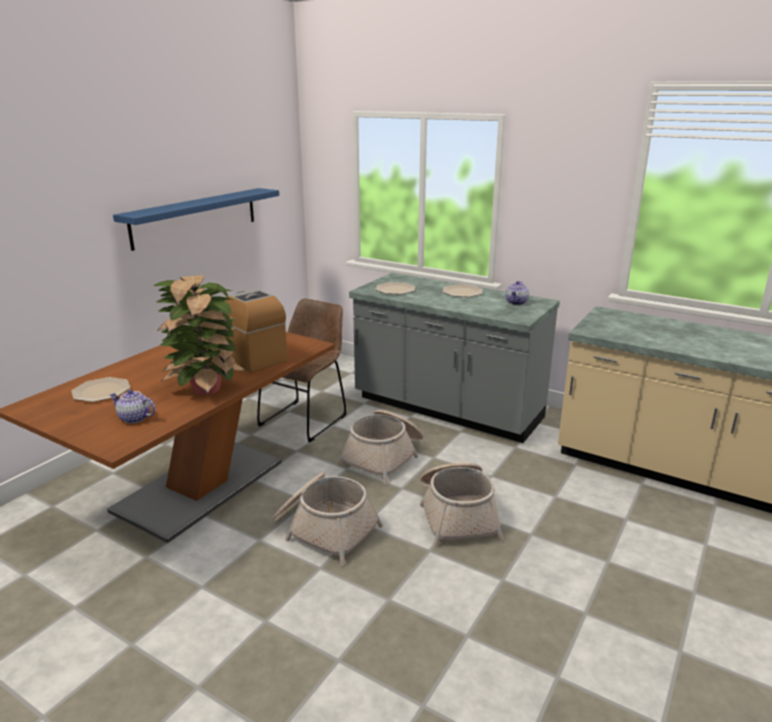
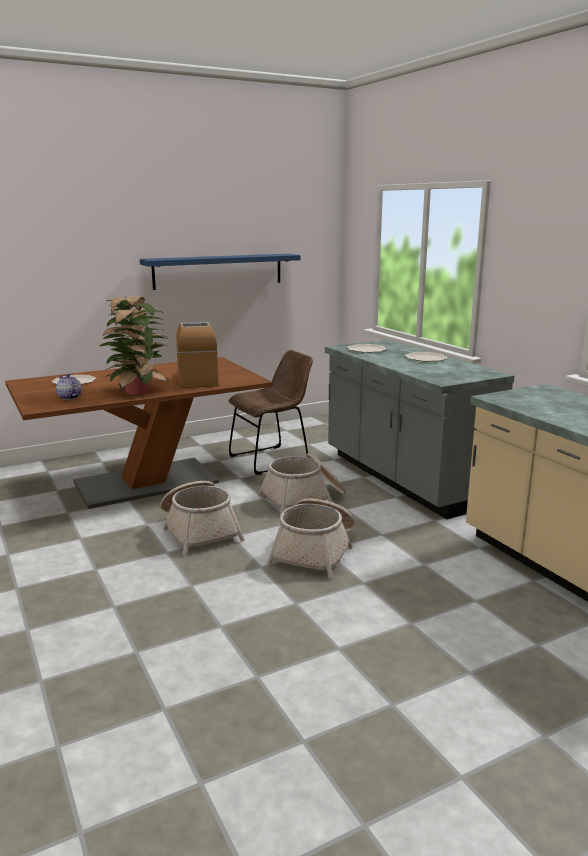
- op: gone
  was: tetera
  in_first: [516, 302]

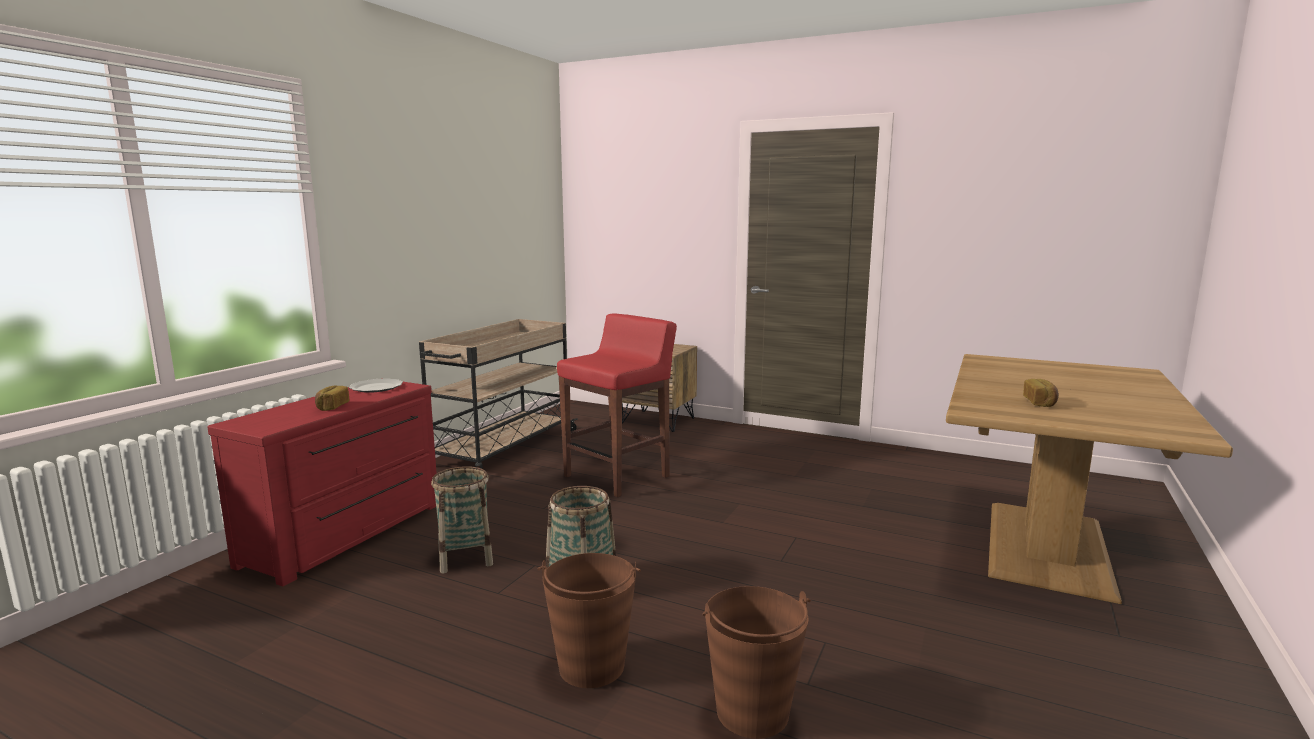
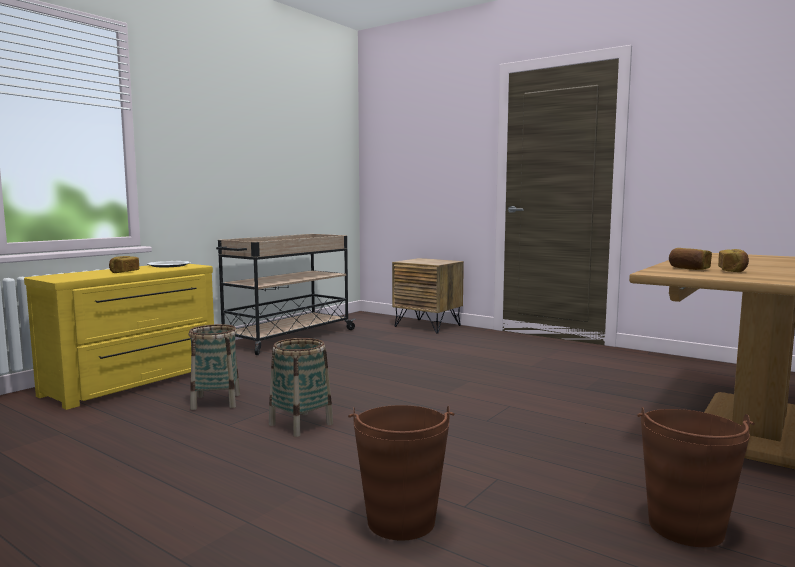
- op: gone
  was: taburete [rojo]
  in_first: [618, 476]
- op: repainted
  was: cómoda [rojo]
  now: cómoda [amarillo]
  in_first: [348, 534]
  in_second: [135, 382]
- op: shifted
  was: cubo [marrón]
  in_first: [591, 667]
  in_second: [685, 528]
- op: new
  now: pan
  in_second: [688, 268]

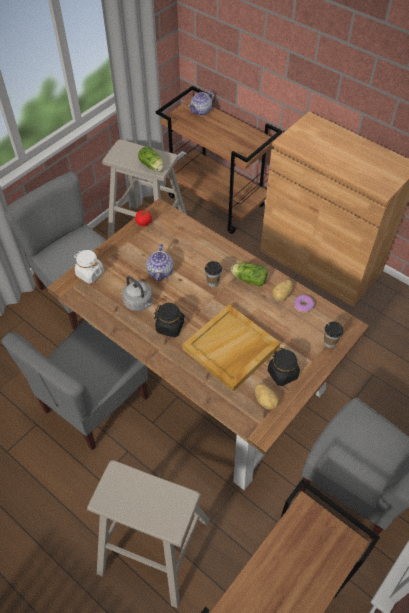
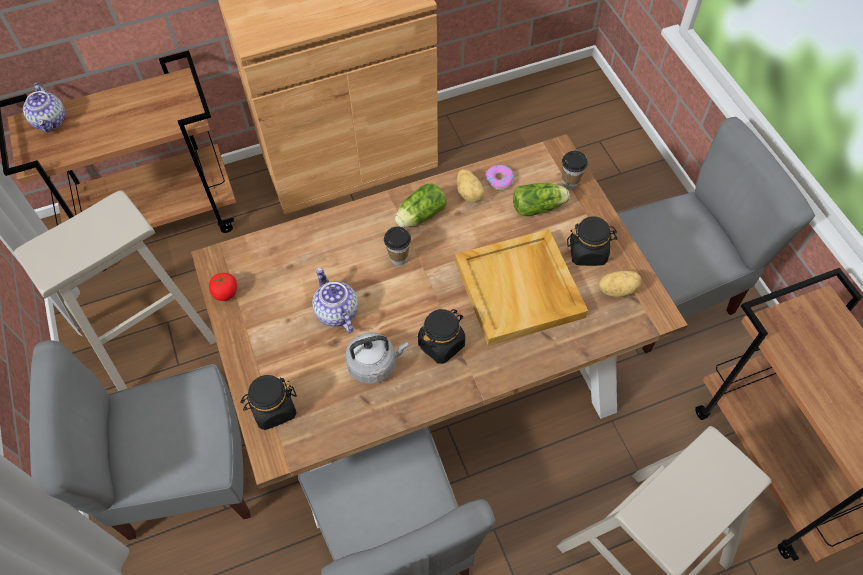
- op: shifted
  was: lechuga
  in_first: [152, 166]
  in_second: [540, 207]
- op: rotated
  was: tetera
  in_first: [161, 272]
  in_second: [336, 312]
  clockwise: -150
- op: repainted
  was: tarro [blanco]
  now: tarro [negro]
  in_first: [90, 274]
  in_second: [273, 409]

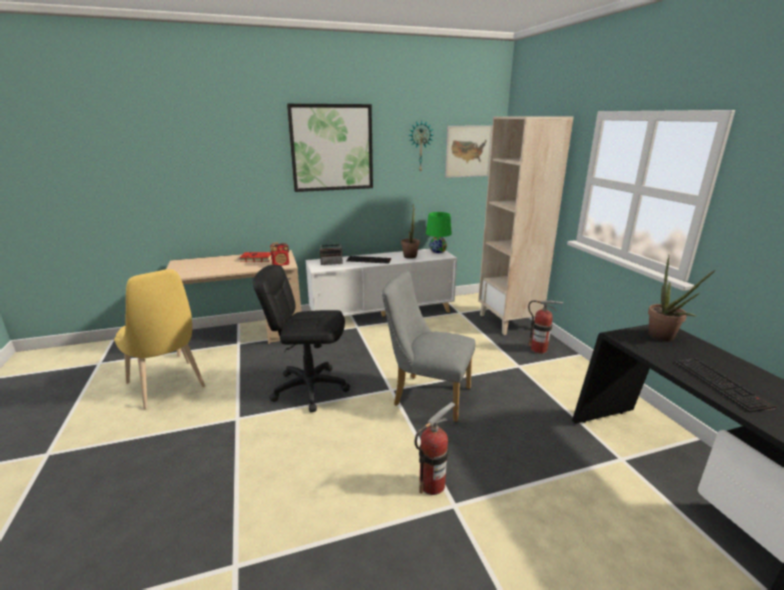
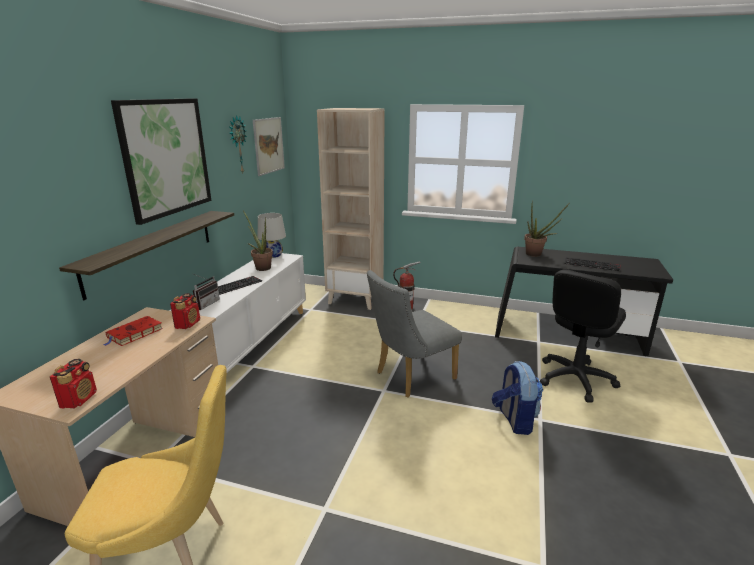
- op: repainted
  was: lámpara de mesa [verde]
  now: lámpara de mesa [blanco]
  in_first: [438, 251]
  in_second: [273, 255]
- op: shifted
  was: silla de oficina [negro]
  in_first: [310, 388]
  in_second: [575, 379]
- op: swapped
  was: extintor
  now: mochila
  in_first: [432, 484]
  in_second: [514, 420]
- op: new
  now: estante
  in_second: [152, 250]
- op: new
  now: radio
  in_second: [79, 399]

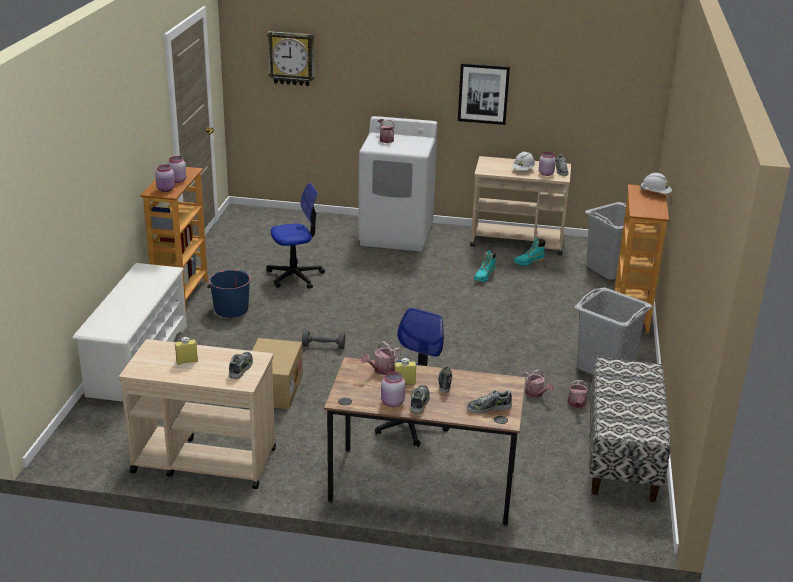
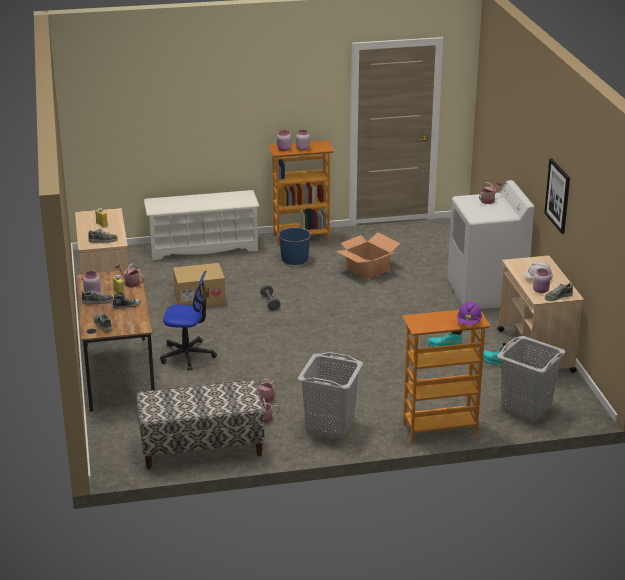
- op: gone
  was: reloj de pared
  in_first: [292, 58]
- op: repainted
  was: casco [blanco]
  now: casco [morado]
  in_first: [655, 193]
  in_second: [469, 322]
- op: swapped
  was: silla de oficina
  now: caja de cartón
  in_first: [295, 276]
  in_second: [367, 269]

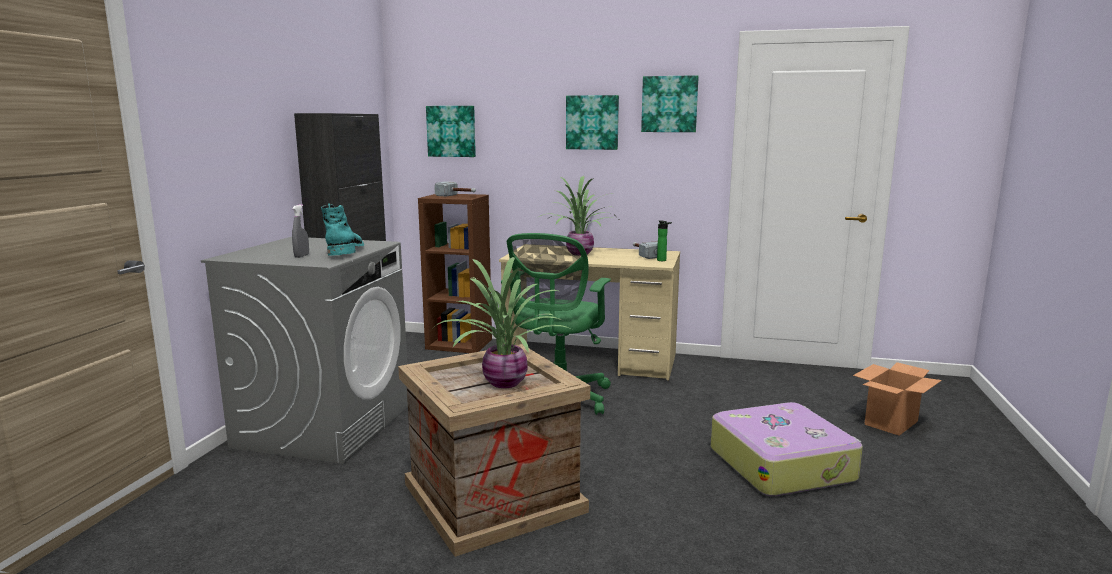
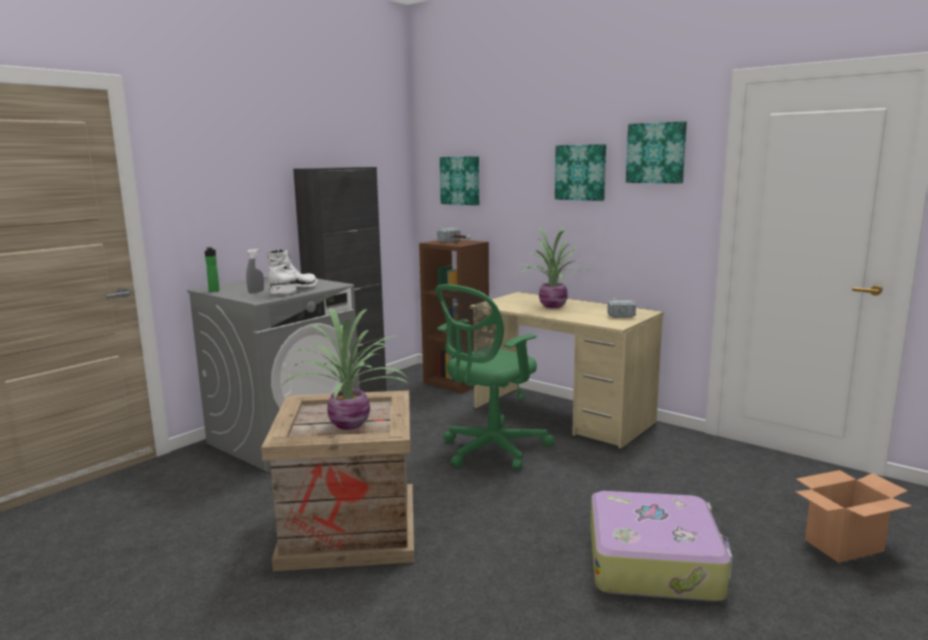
- op: repainted
  was: bota [turquesa]
  now: bota [blanco]
  in_first: [345, 251]
  in_second: [295, 290]
- op: shifted
  was: botella
  in_first: [663, 260]
  in_second: [214, 291]

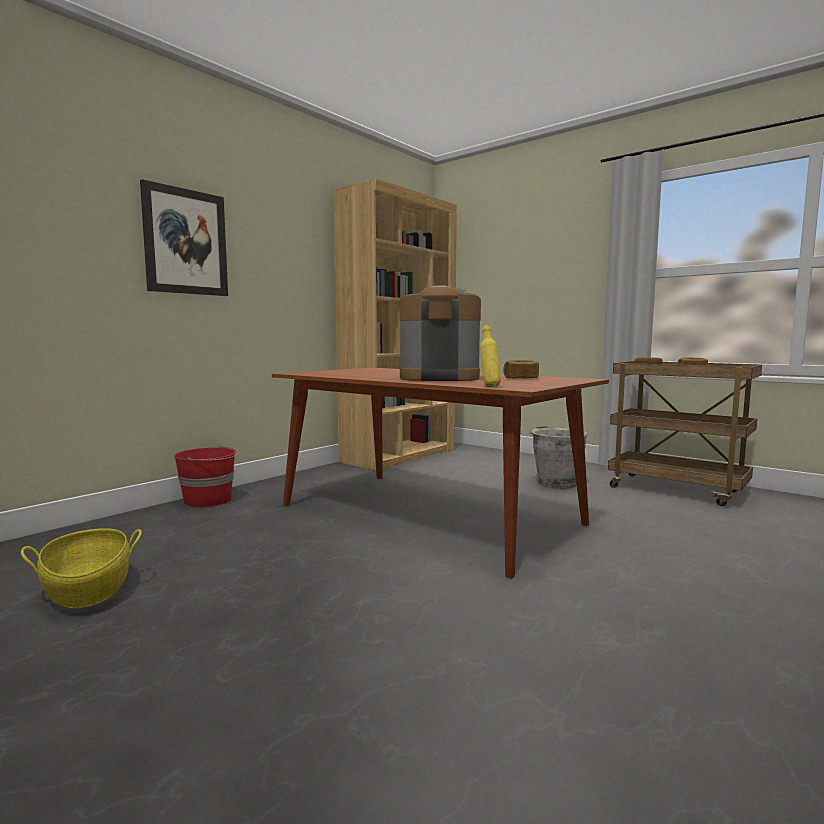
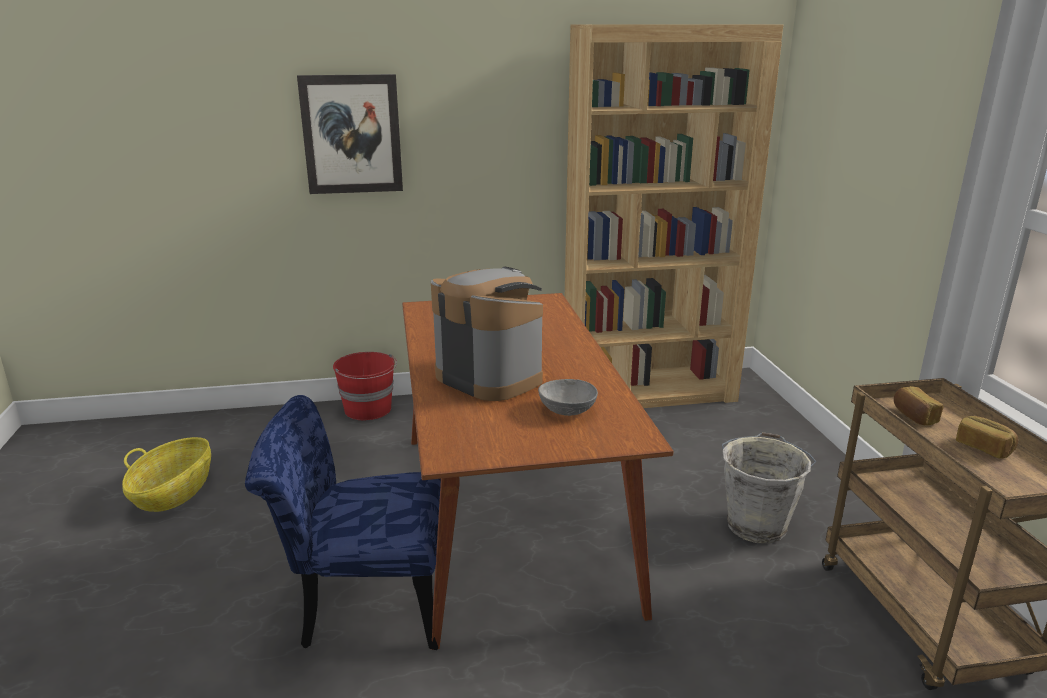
- op: gone
  was: botella [amarillo]
  in_first: [489, 386]
- op: swapped
  was: pan
  now: cuenco [gris]
  in_first: [521, 378]
  in_second: [567, 410]
- op: new
  now: silla [azul]
  in_second: [362, 603]

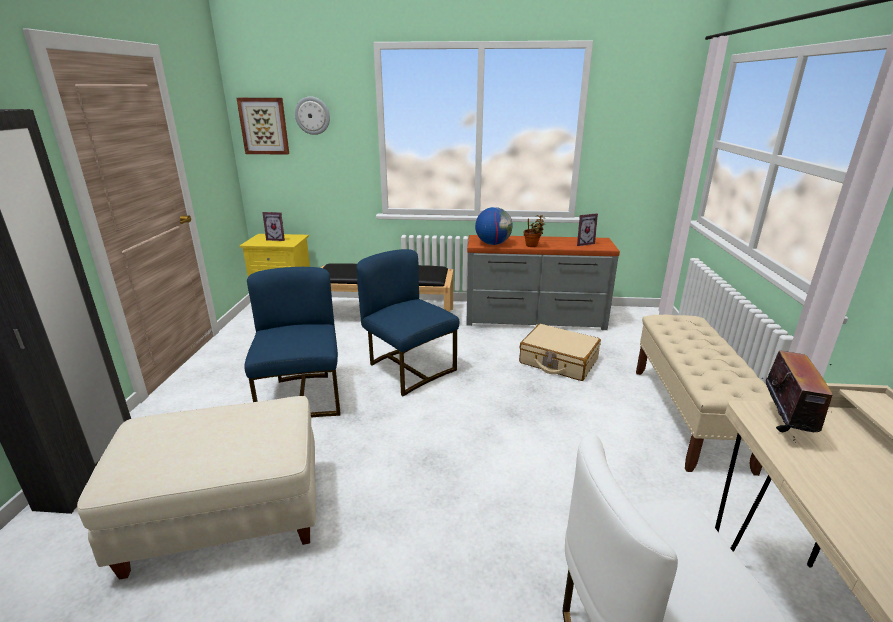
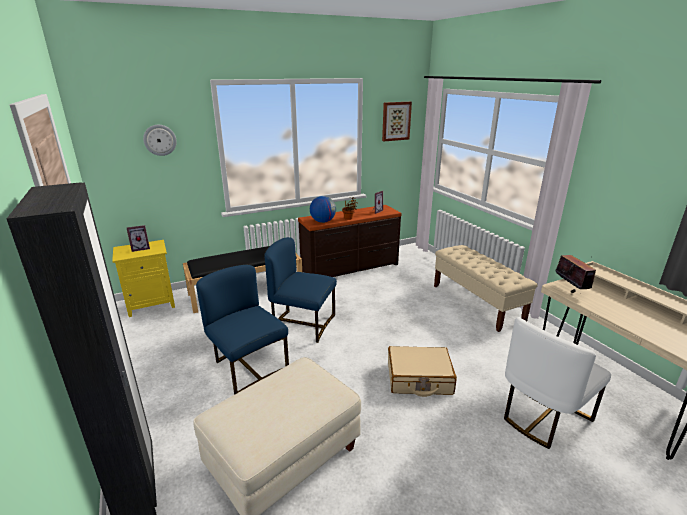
- op: shifted
  was: cuadro
  in_first: [264, 126]
  in_second: [396, 121]
- op: repainted
  was: cómoda [gris]
  now: cómoda [marrón]
  in_first: [534, 319]
  in_second: [350, 268]
- op: shifted
  was: maleta [beis]
  in_first: [558, 361]
  in_second: [419, 378]

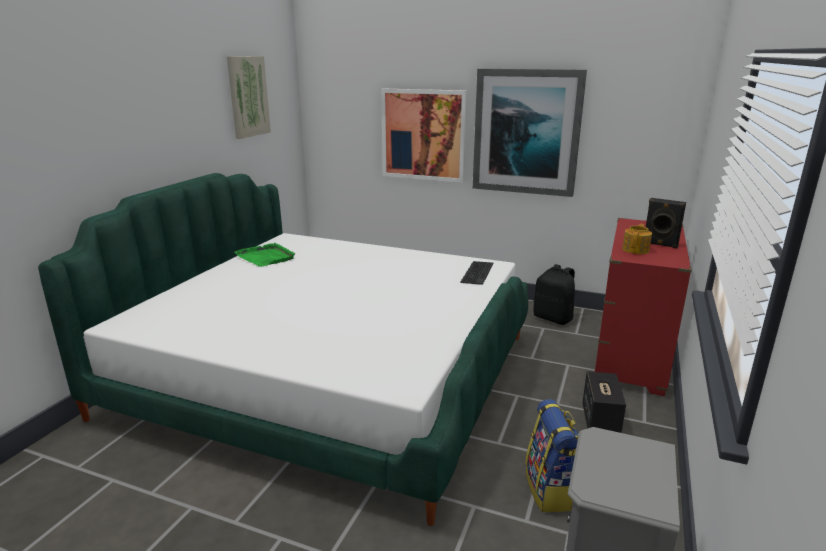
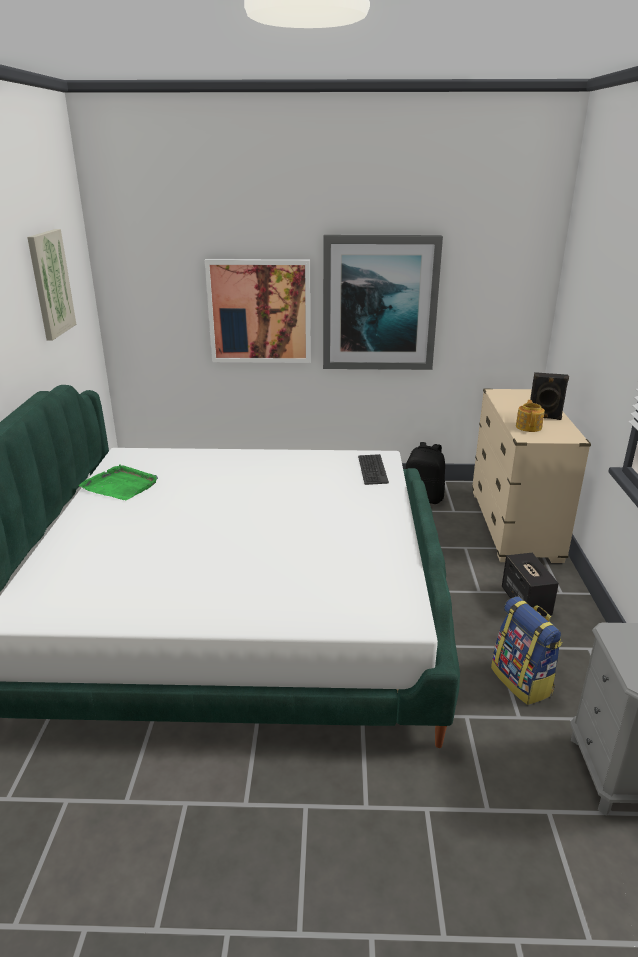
- op: repainted
  was: cómoda [rojo]
  now: cómoda [beis]
  in_first: [631, 355]
  in_second: [514, 525]

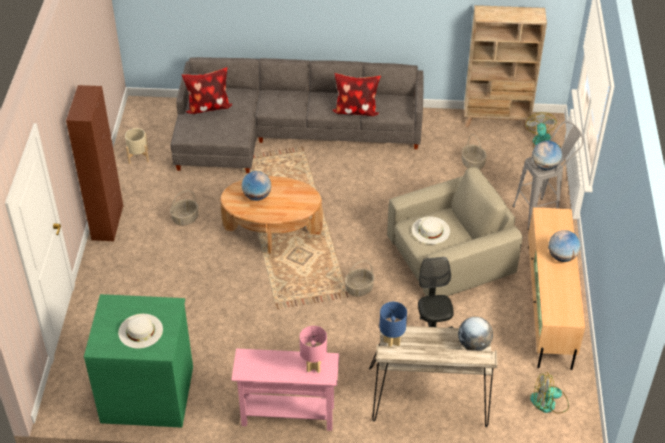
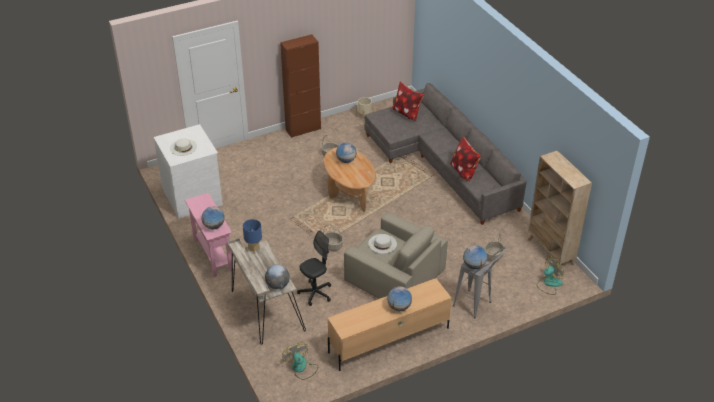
- op: repainted
  was: cómoda [verde]
  now: cómoda [blanco]
  in_first: [148, 393]
  in_second: [193, 196]
- op: swapped
  was: lámpara de mesa [rosa]
  now: globo terráqueo
  in_first: [313, 367]
  in_second: [214, 226]

